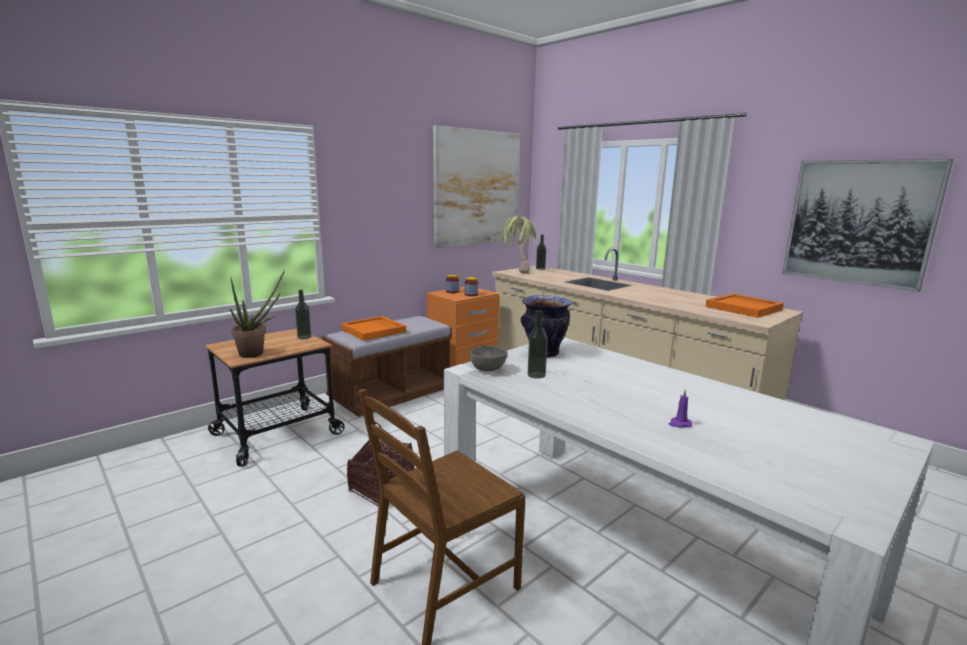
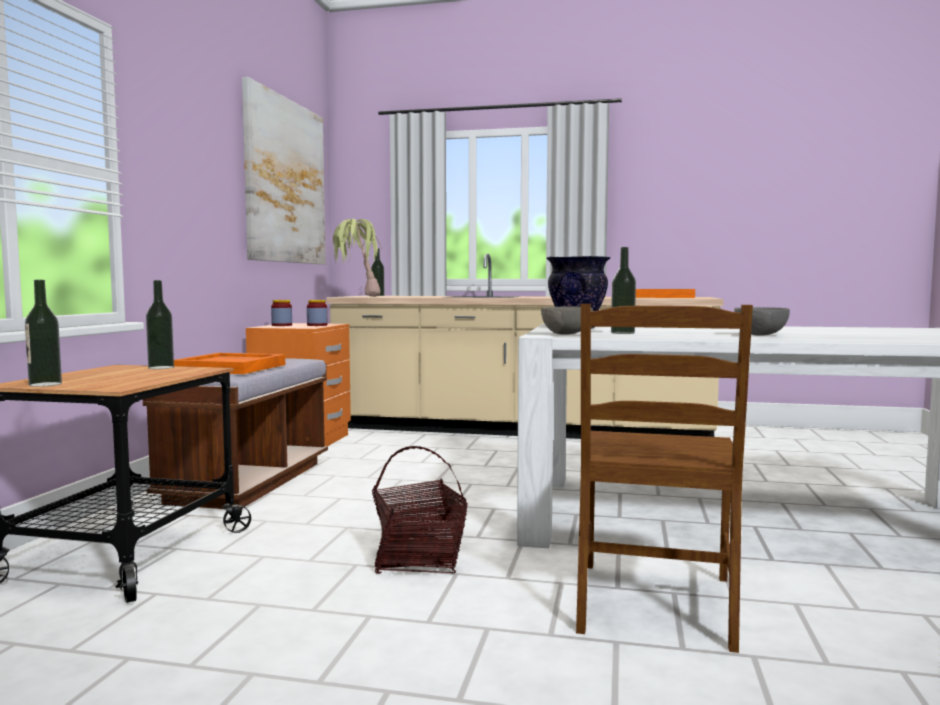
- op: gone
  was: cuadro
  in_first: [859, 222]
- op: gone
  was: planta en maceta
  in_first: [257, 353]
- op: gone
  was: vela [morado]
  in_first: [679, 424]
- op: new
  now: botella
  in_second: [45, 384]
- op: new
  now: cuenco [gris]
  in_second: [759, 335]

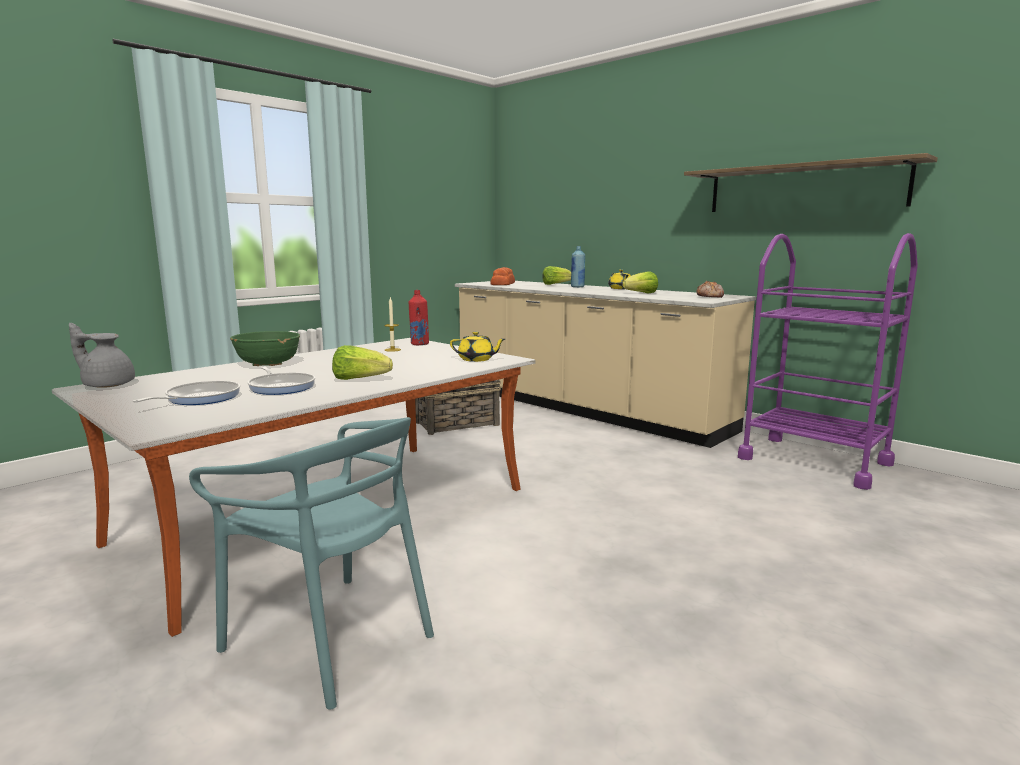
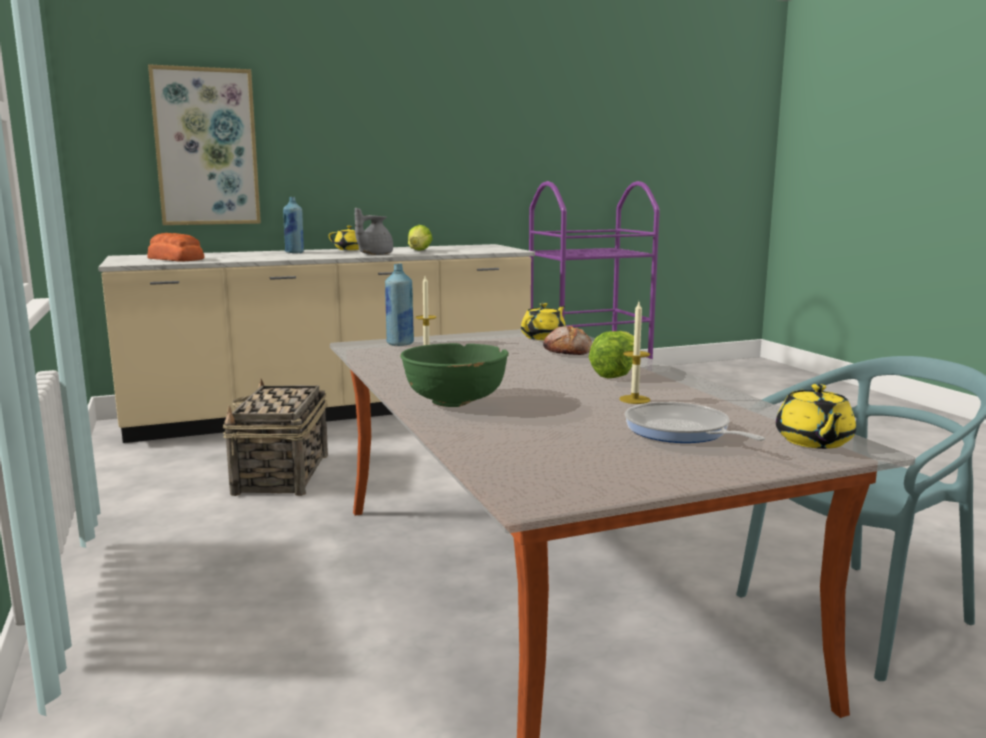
- op: gone
  was: estante
  in_first: [803, 188]
- op: gone
  was: lechuga
  in_first: [555, 284]
- op: shifted
  was: pan
  in_first: [710, 296]
  in_second: [568, 352]
- op: repainted
  was: botella [rojo]
  now: botella [azul]
  in_first: [419, 344]
  in_second: [400, 343]
- op: shifted
  was: tetera [gris]
  in_first: [107, 385]
  in_second: [374, 254]
- op: swapped
  was: sartén
  now: vela
  in_first: [281, 387]
  in_second: [634, 399]
- op: new
  now: cuadro
  in_second: [206, 147]
- op: new
  now: tetera [amarillo]
  in_second: [813, 442]

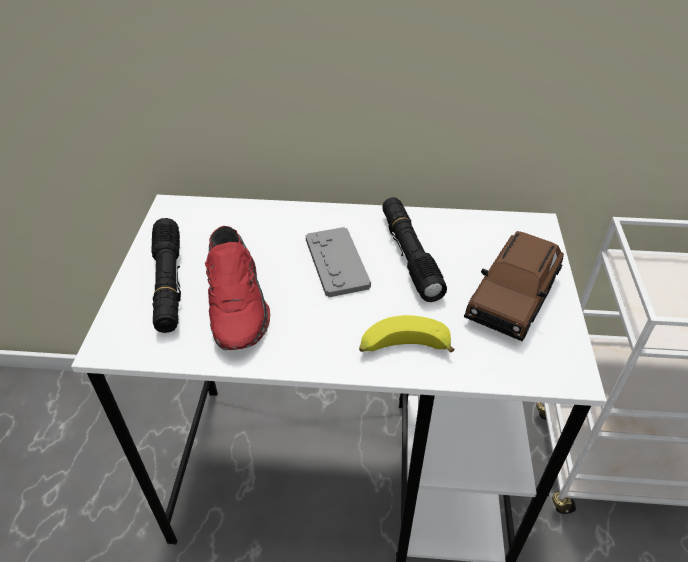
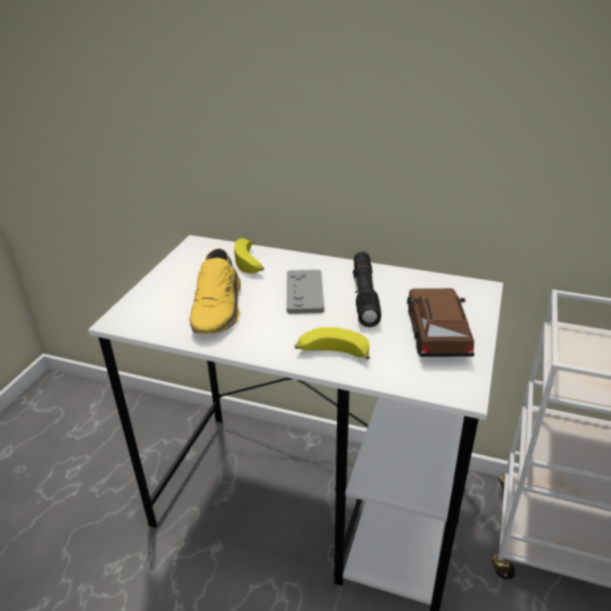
- op: gone
  was: linterna [negro]
  in_first: [168, 283]
- op: repainted
  was: zapato [rojo]
  now: zapato [amarillo]
  in_first: [239, 303]
  in_second: [219, 308]
- op: rotated
  was: coche de juguete [marrón]
  in_first: [512, 299]
  in_second: [436, 334]
  clockwise: 135
- op: new
  now: plátano
  in_second: [250, 263]

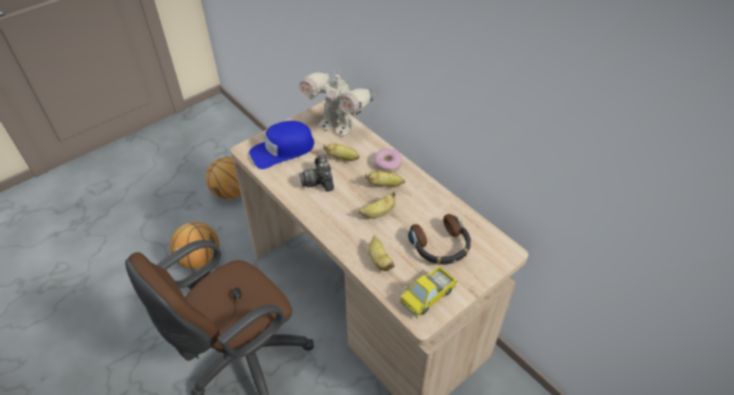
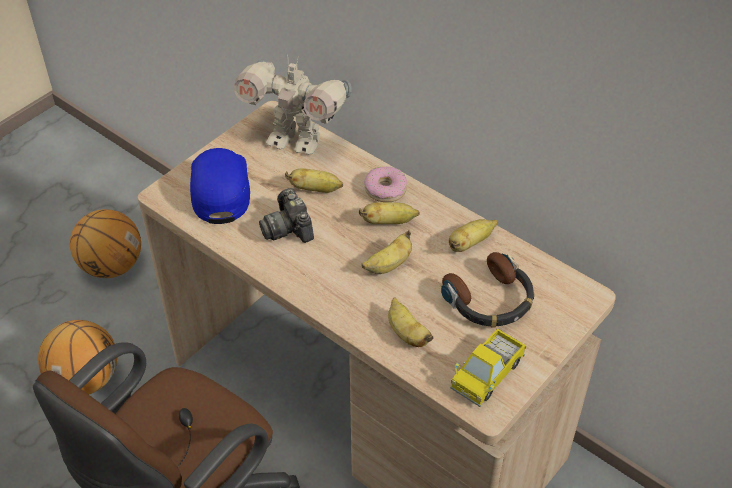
- op: rotated
  was: gorra [azul]
  in_first: [282, 150]
  in_second: [220, 188]
  clockwise: 120
- op: new
  now: plátano
  in_second: [470, 243]

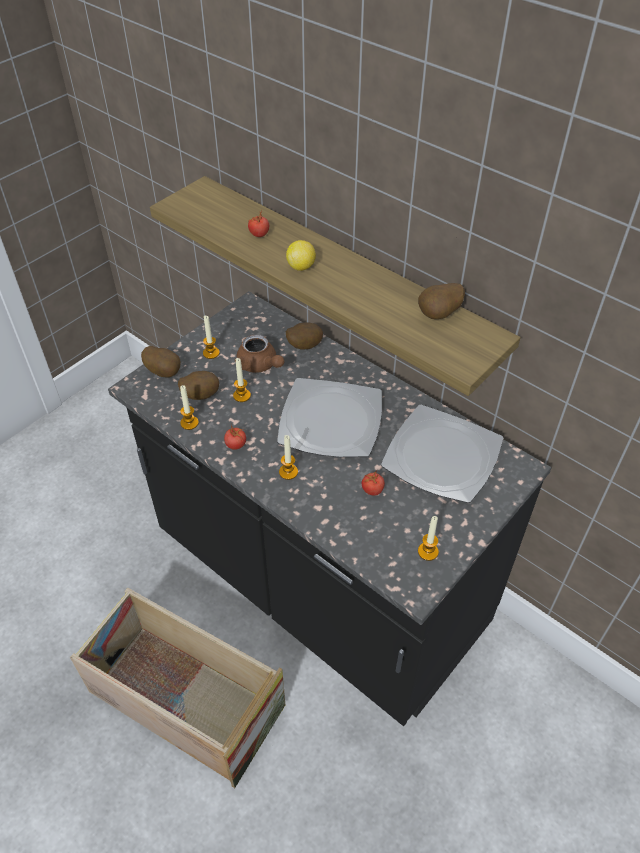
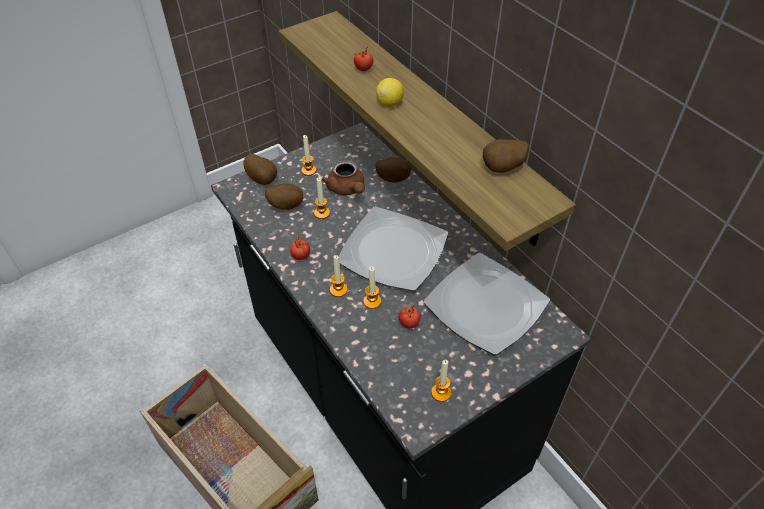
- op: shifted
  was: vela
  in_first: [189, 423]
  in_second: [372, 301]

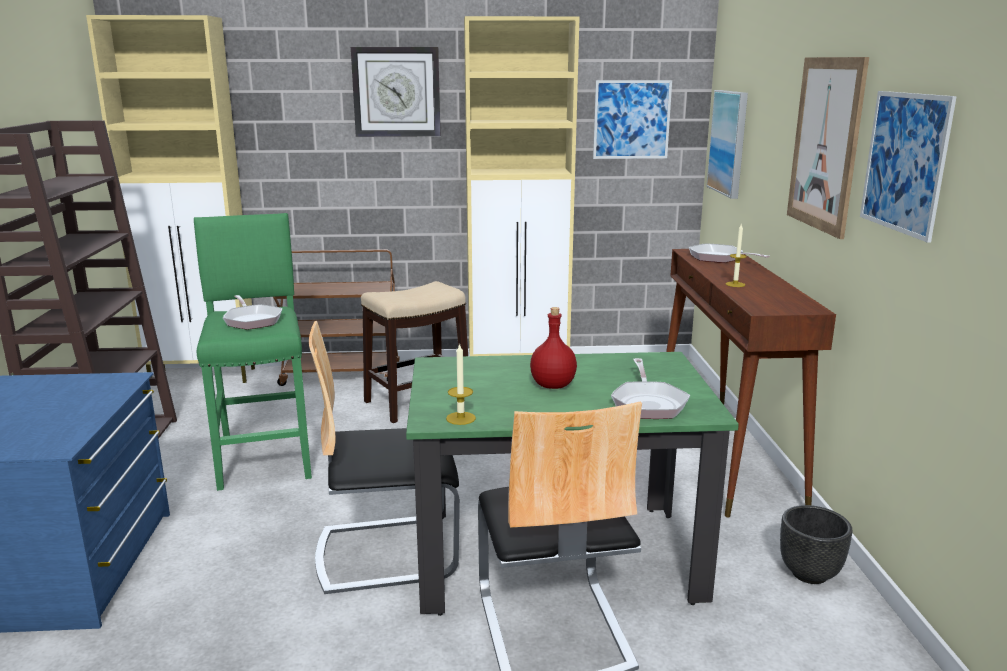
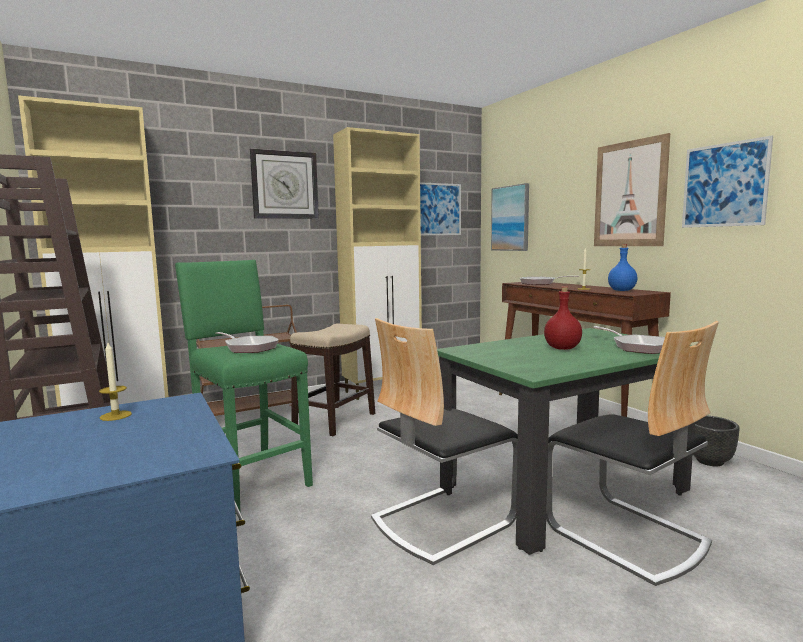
- op: shifted
  was: vela
  in_first: [460, 418]
  in_second: [115, 416]
- op: new
  now: botella [azul]
  in_second: [622, 290]

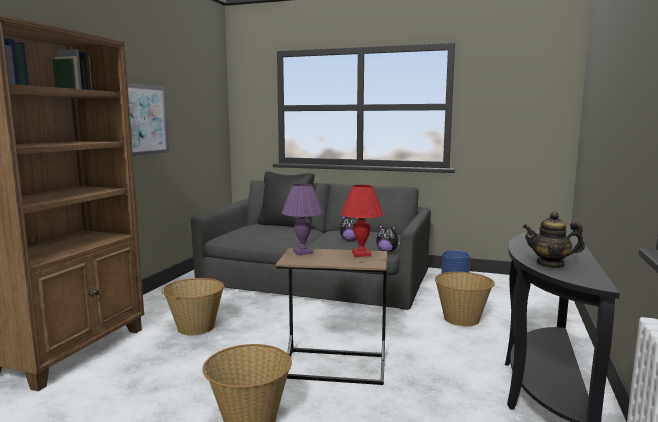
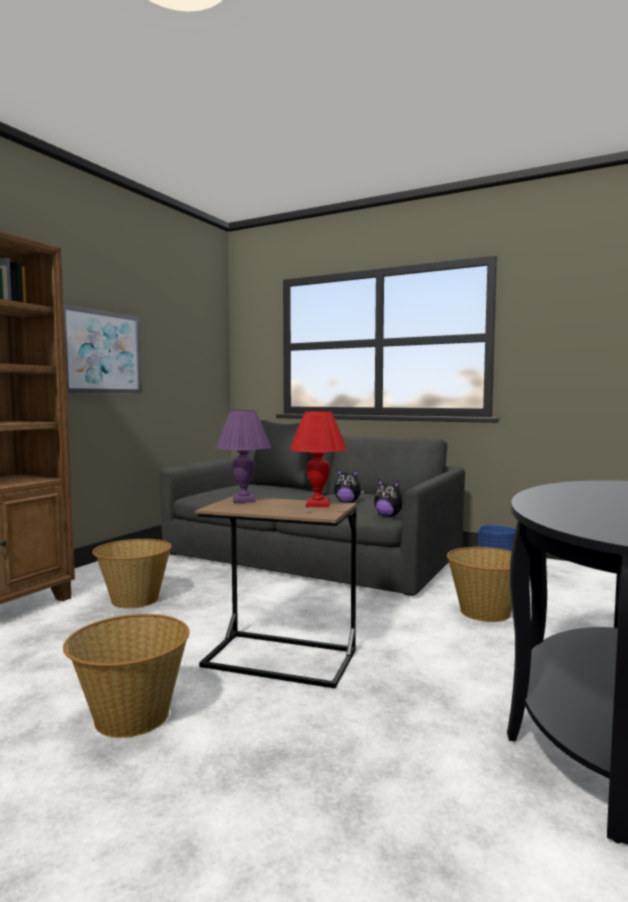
- op: gone
  was: tetera
  in_first: [550, 264]

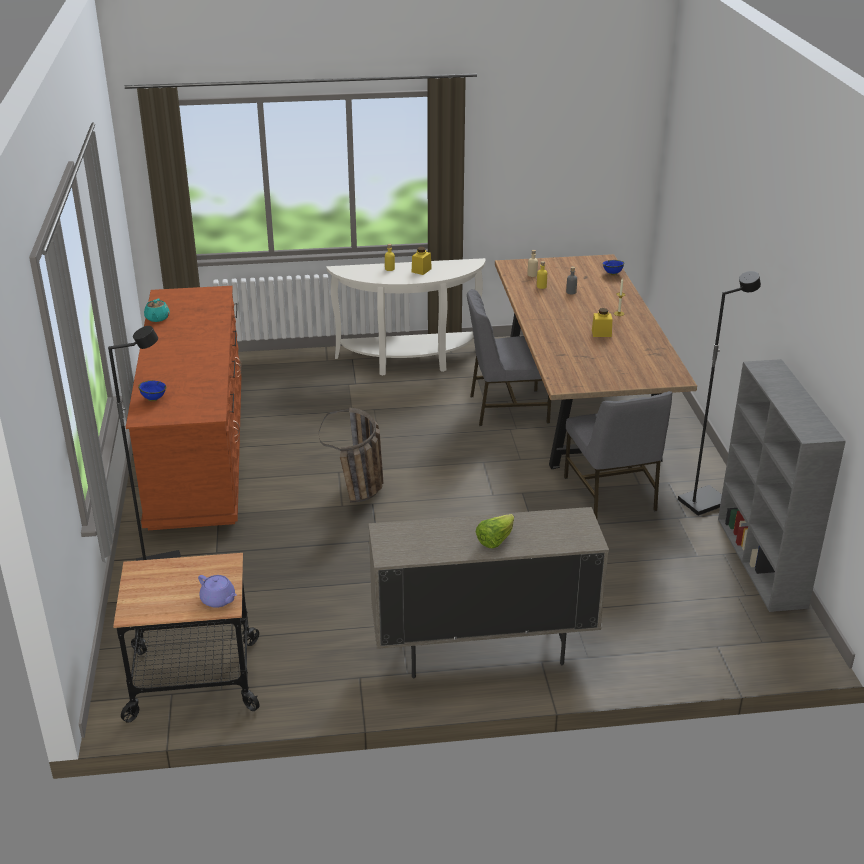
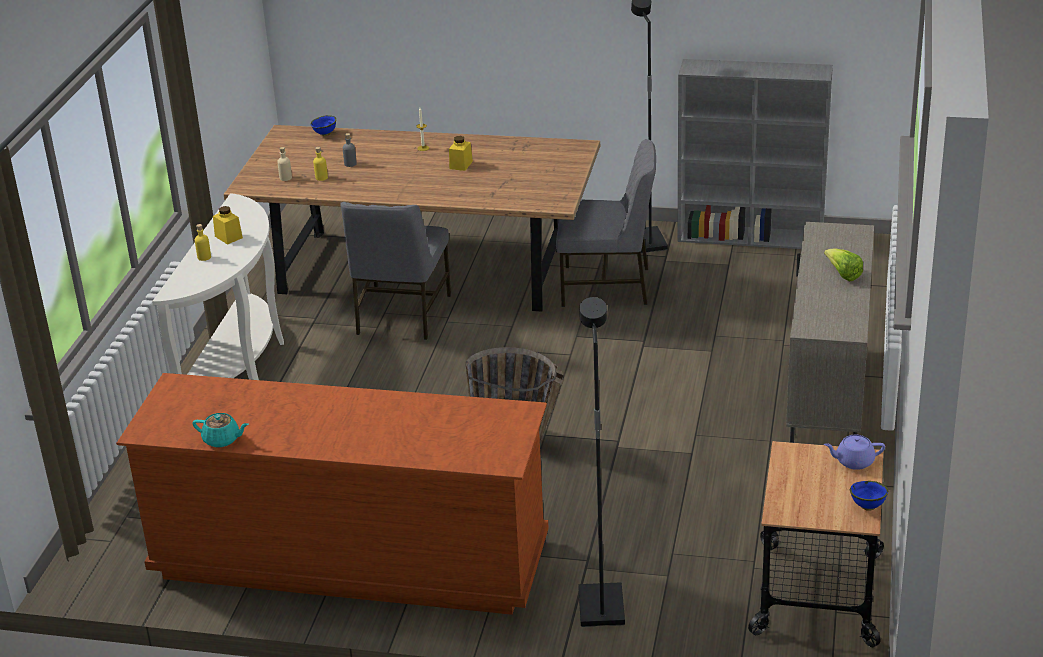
- op: shifted
  was: cuenco [azul]
  in_first: [153, 399]
  in_second: [867, 506]
- op: rotated
  was: tetera [morado]
  in_first: [218, 600]
  in_second: [853, 461]
  clockwise: -150

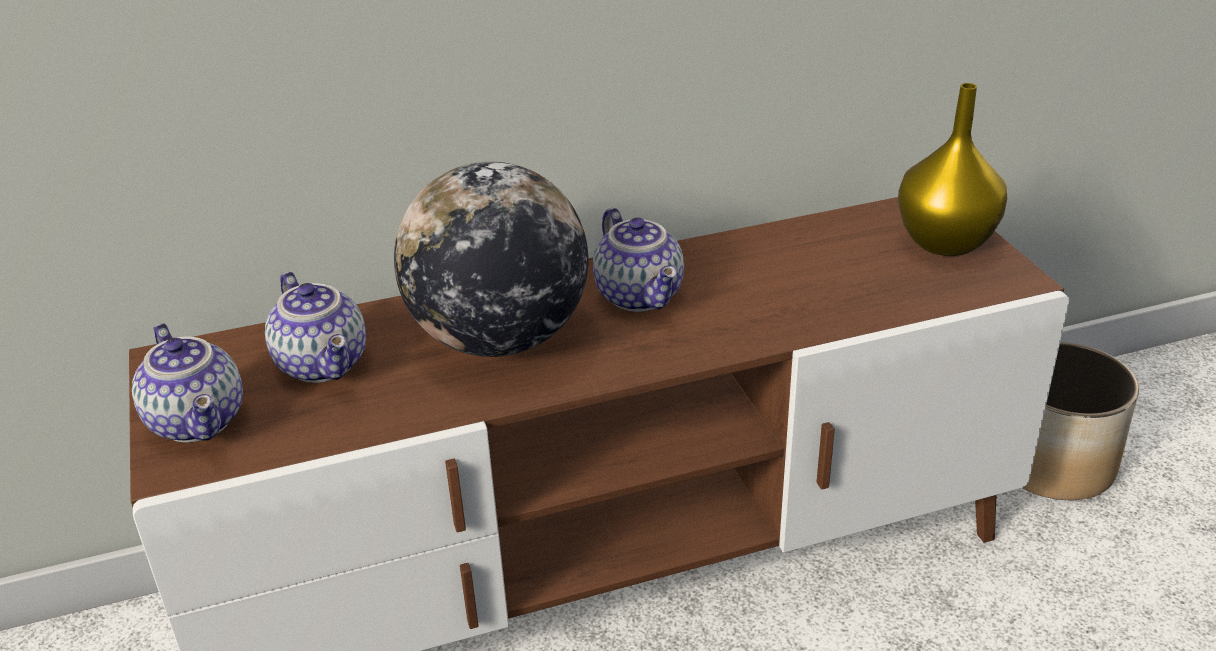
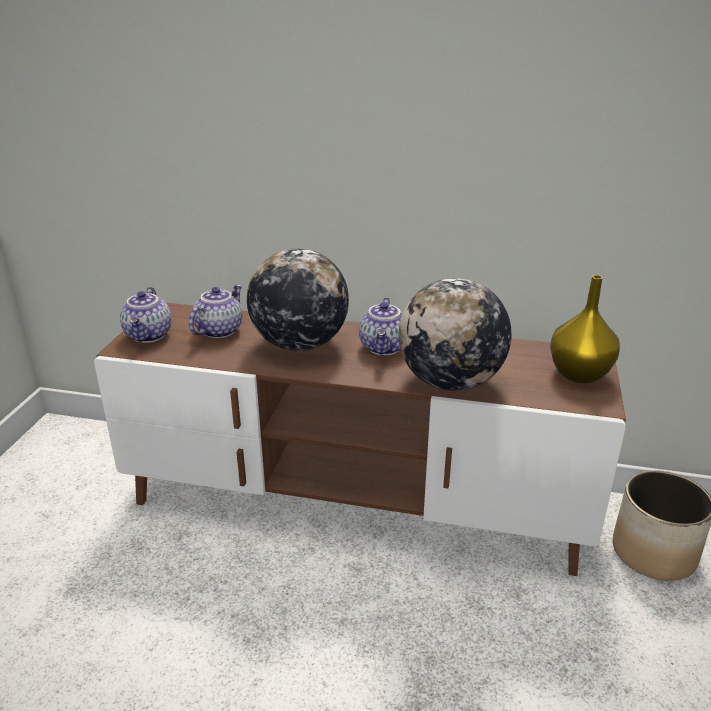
- op: rotated
  was: tetera
  in_first: [325, 364]
  in_second: [218, 330]
  clockwise: -150
- op: new
  now: globo terráqueo
  in_second: [450, 382]

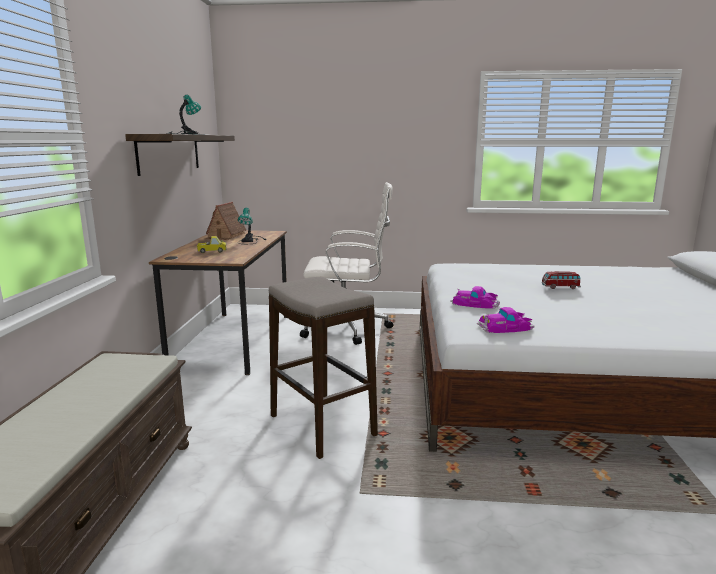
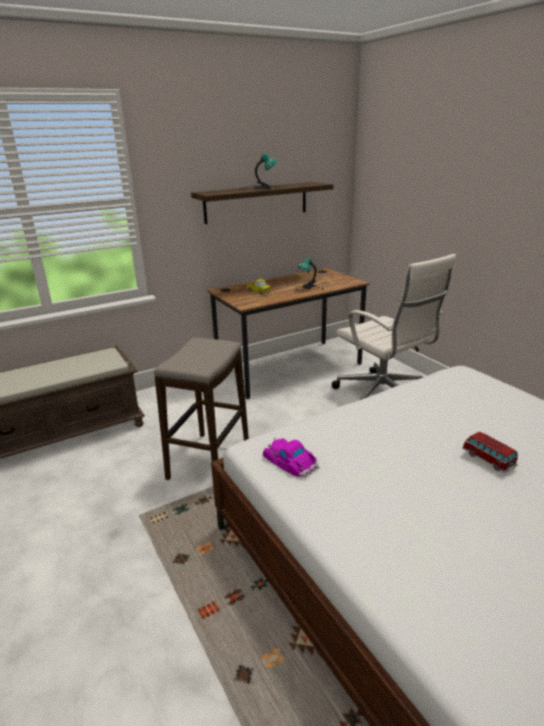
- op: gone
  was: casita
  in_first: [225, 236]
- op: gone
  was: coche de juguete
  in_first: [474, 303]

